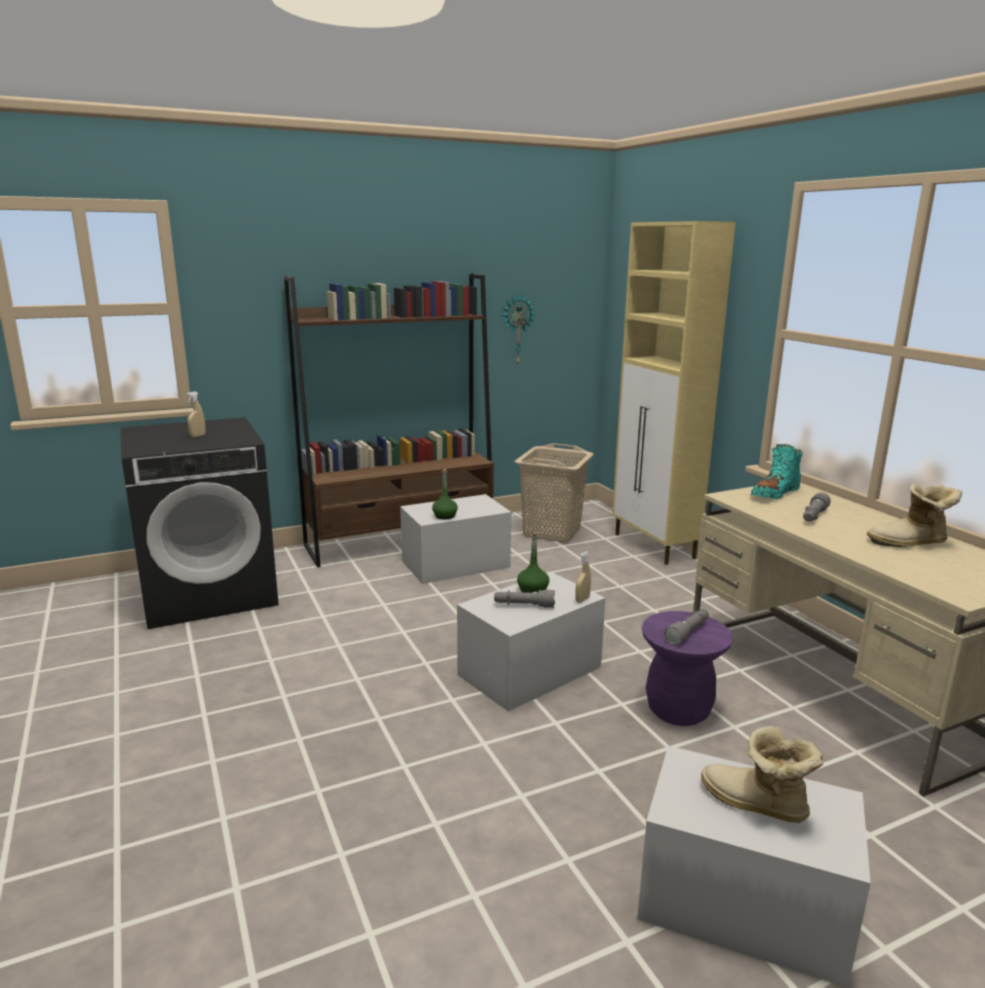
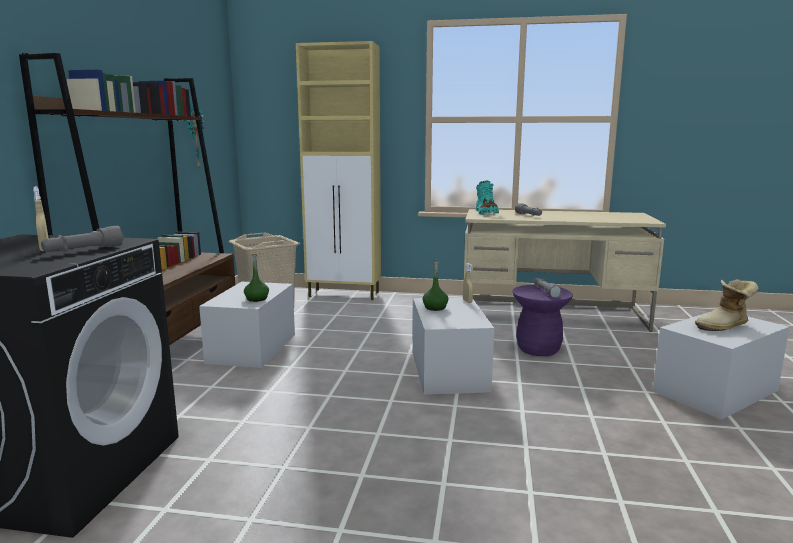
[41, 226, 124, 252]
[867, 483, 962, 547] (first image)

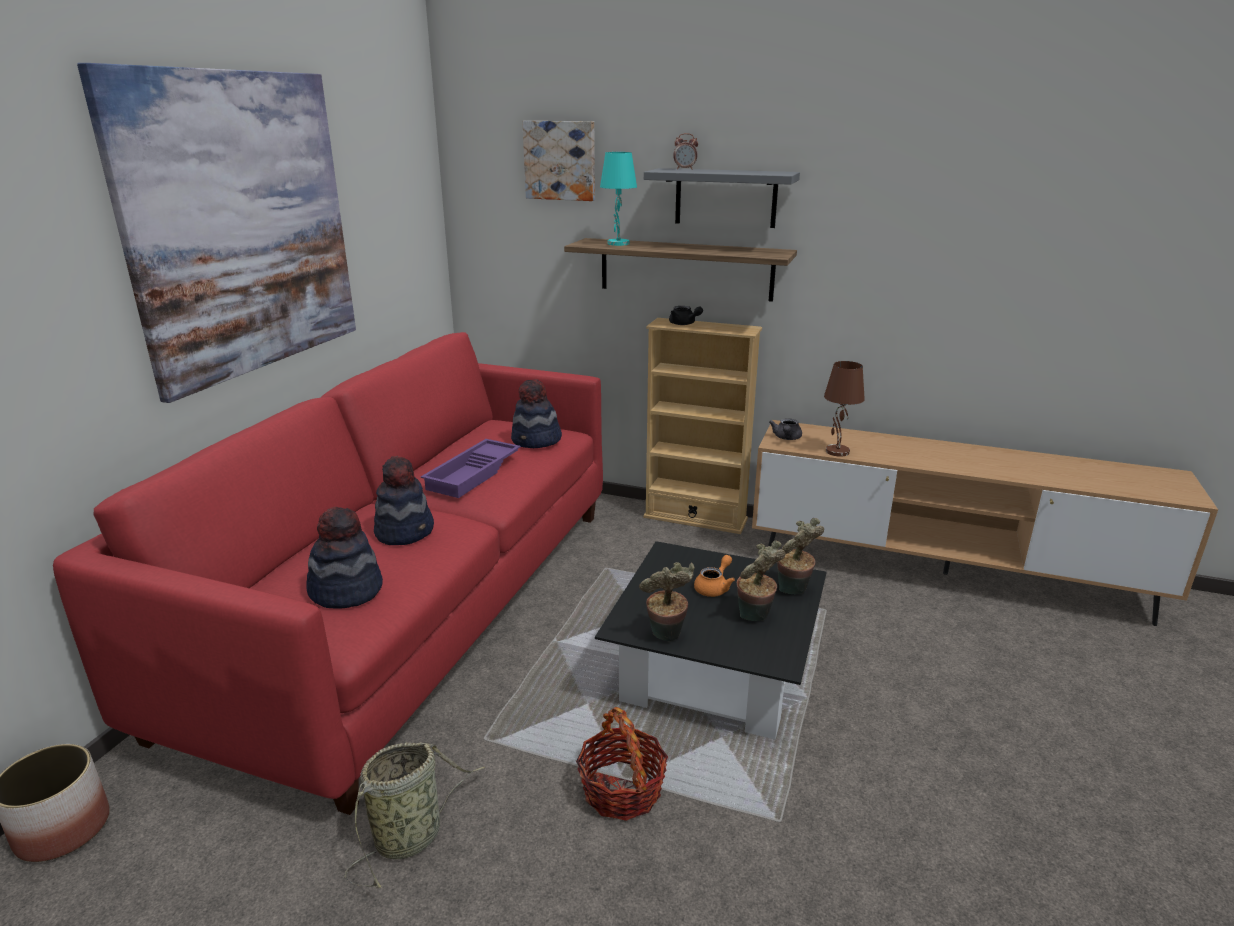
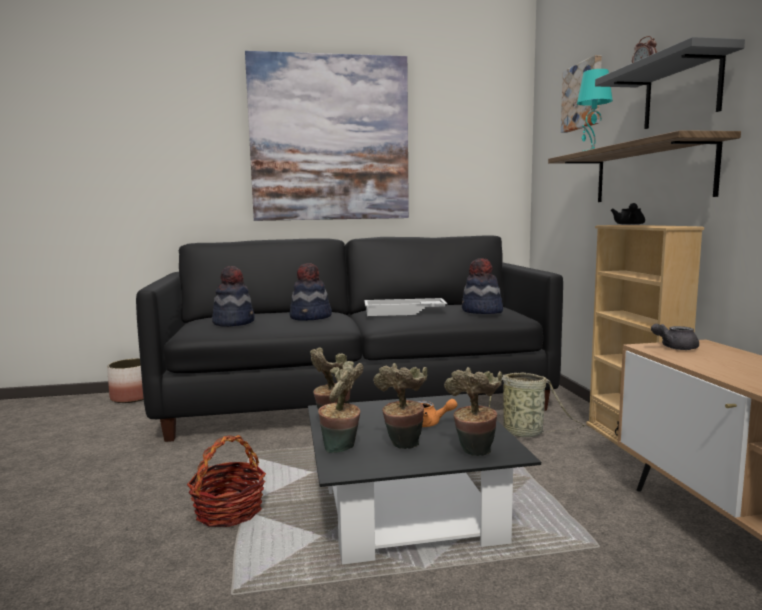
[136, 236, 563, 442]
[489, 373, 585, 437]
[364, 298, 447, 316]
[824, 361, 865, 457] (first image)
[318, 361, 363, 453]

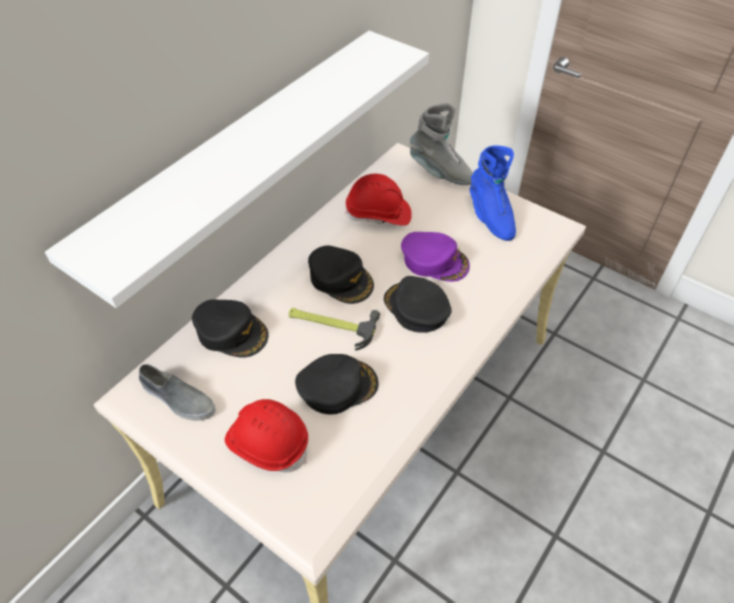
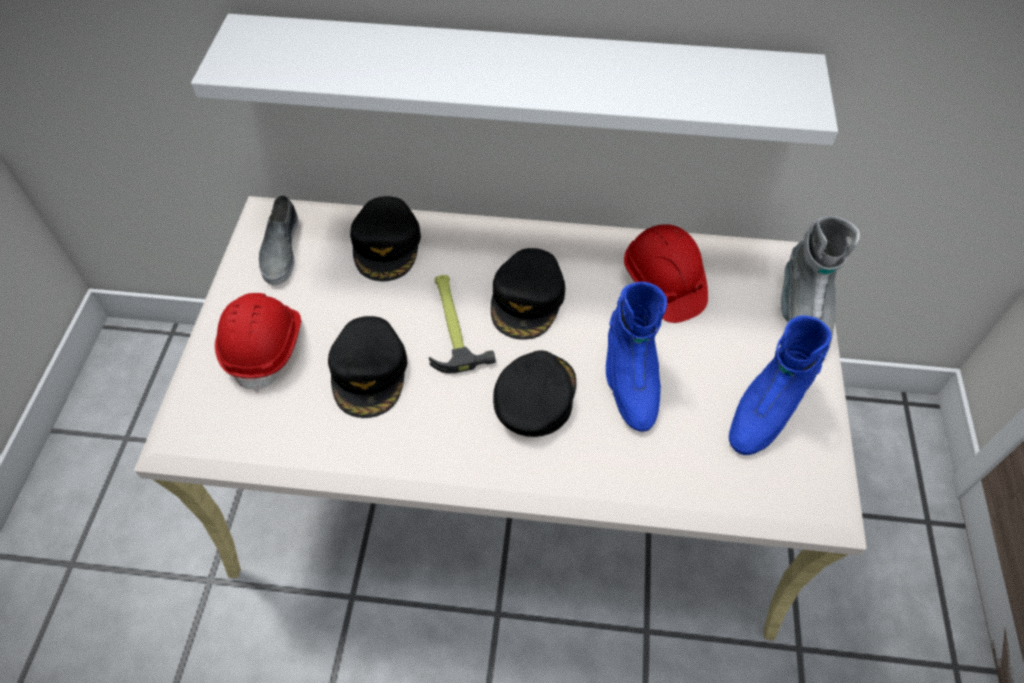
[328, 316, 407, 418]
[606, 282, 667, 432]

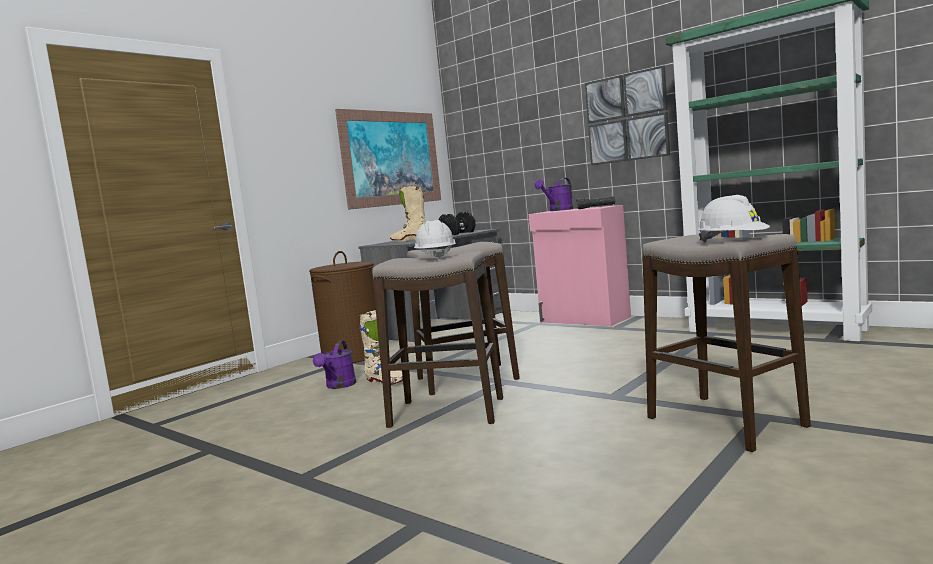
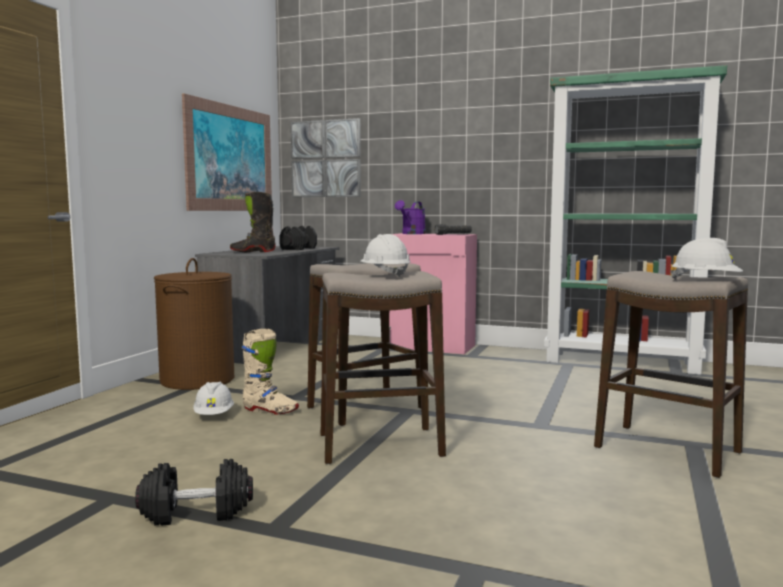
[193, 382, 234, 415]
[230, 192, 276, 252]
[291, 118, 361, 197]
[135, 459, 253, 526]

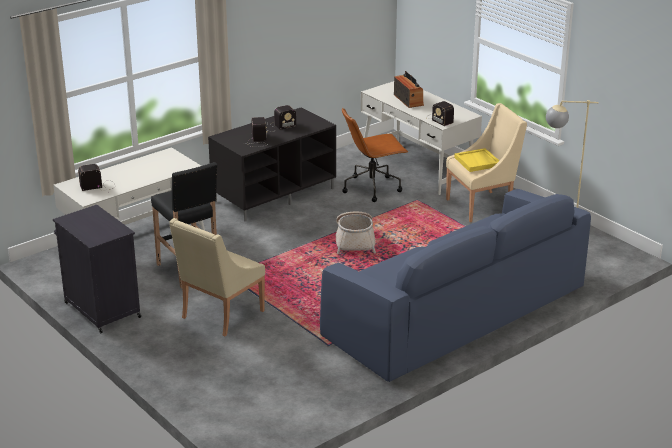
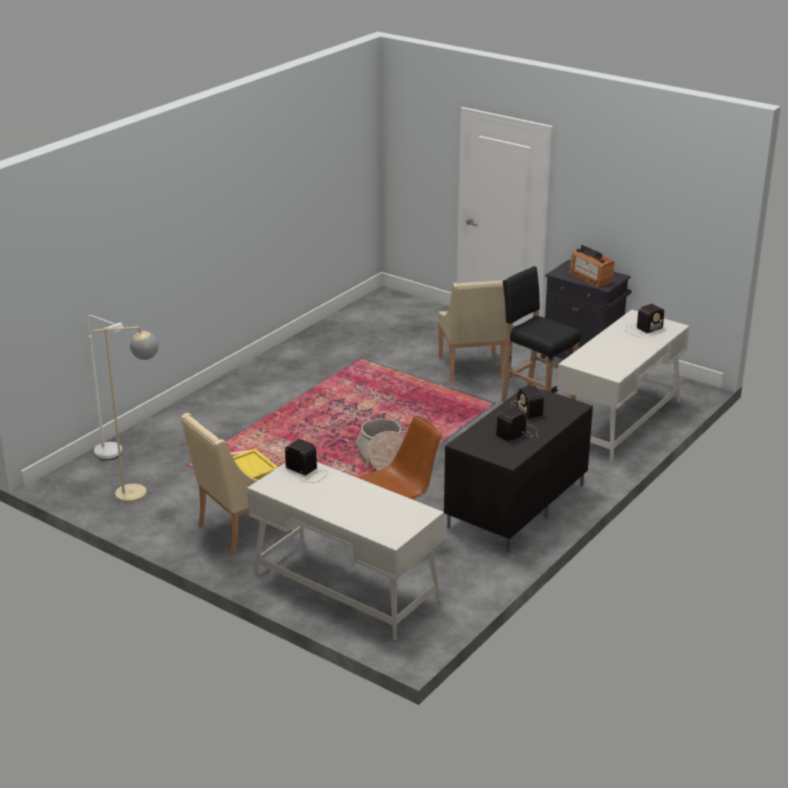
[438, 280, 507, 383]
[320, 189, 591, 382] (first image)
[569, 245, 615, 287]
[87, 315, 123, 460]

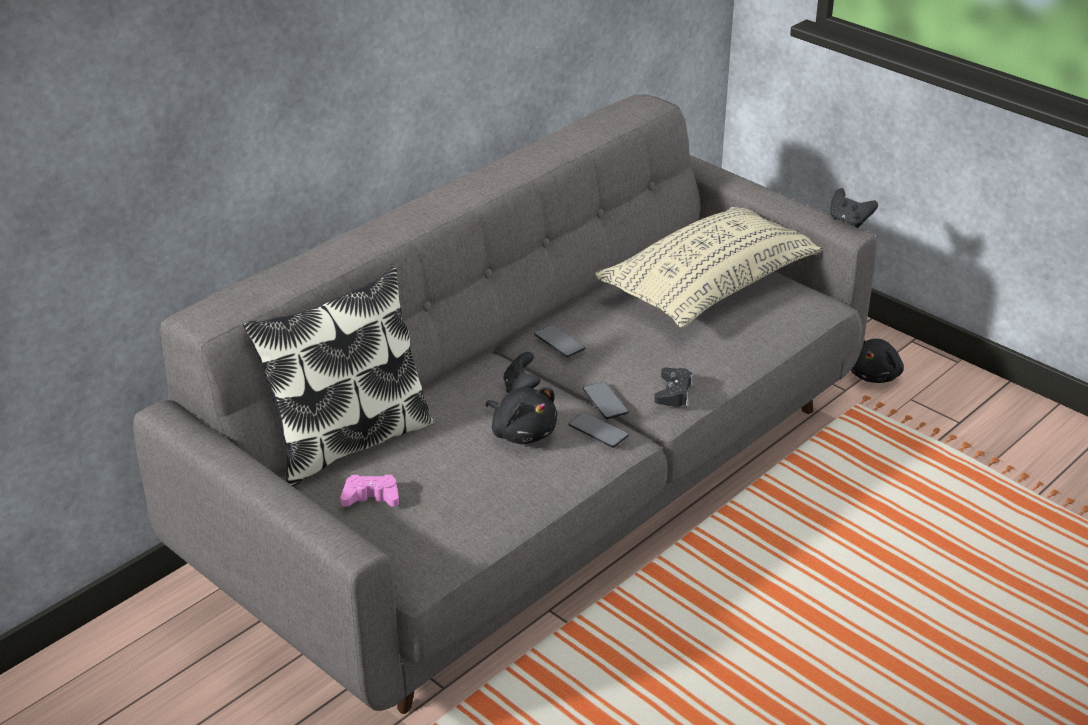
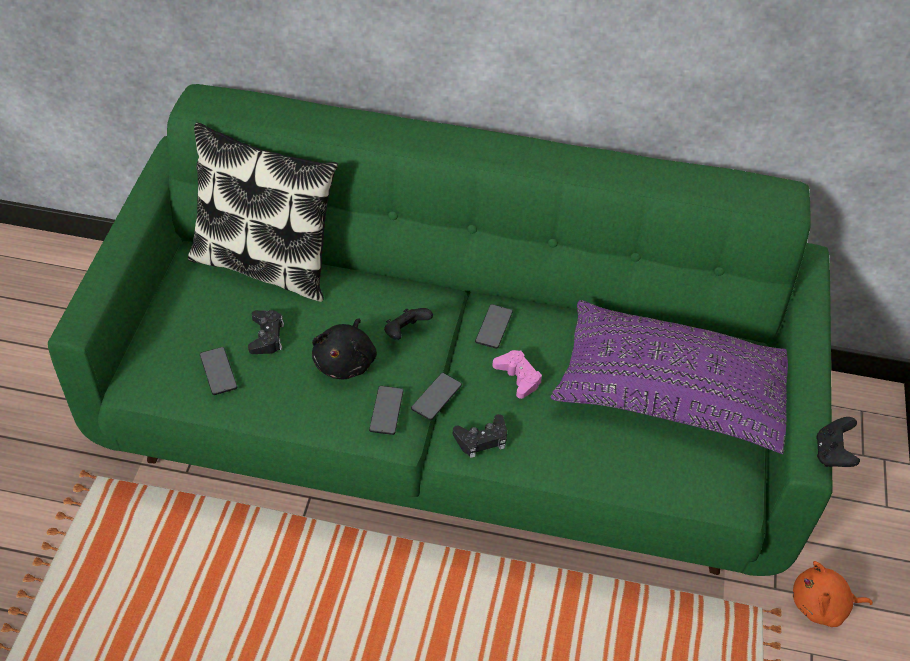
[48, 84, 833, 576]
[492, 350, 542, 399]
[551, 300, 788, 454]
[793, 561, 873, 627]
[200, 347, 237, 395]
[248, 310, 284, 354]

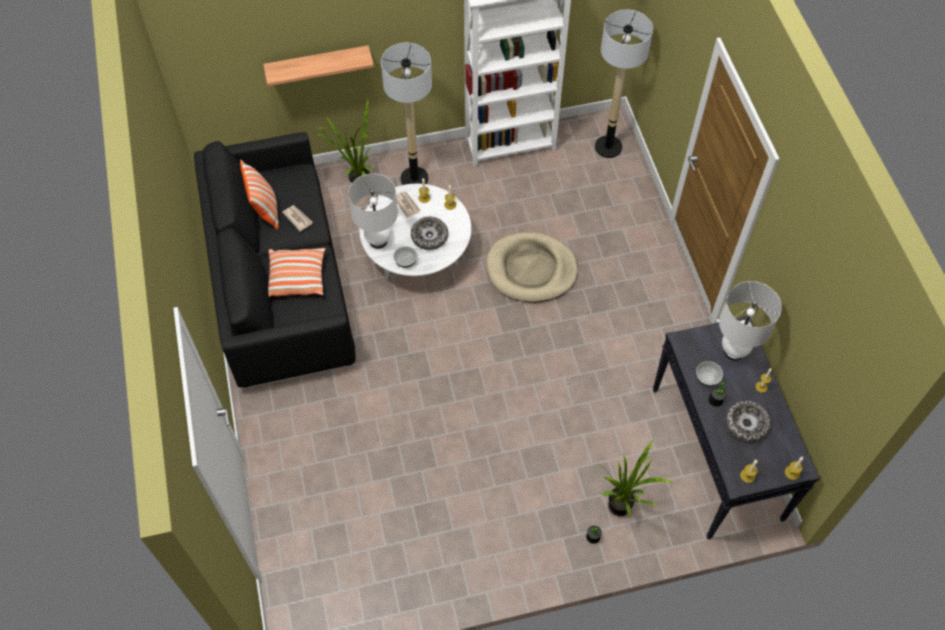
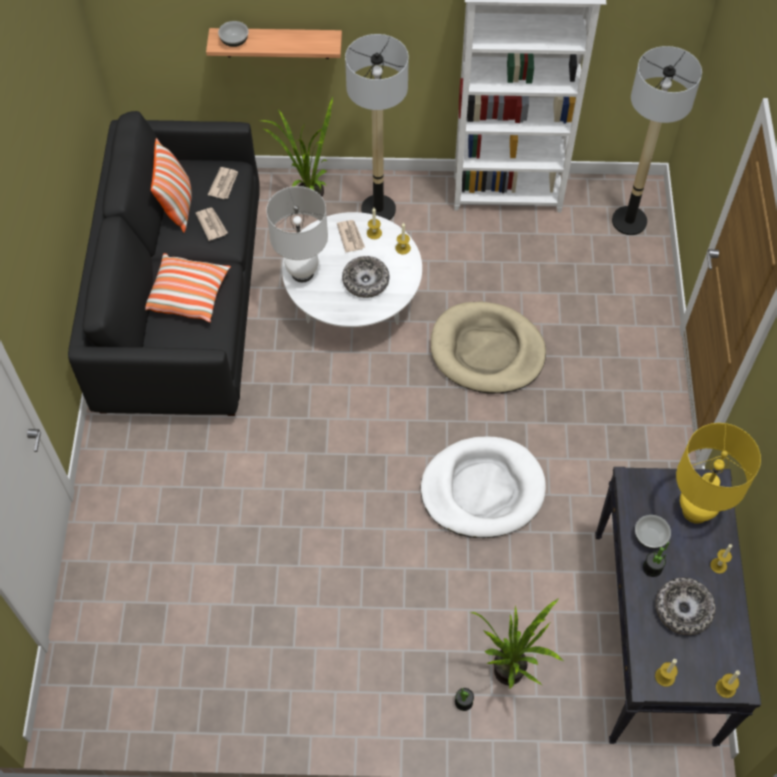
[218, 21, 249, 47]
[676, 423, 761, 524]
[208, 167, 238, 199]
[421, 437, 546, 538]

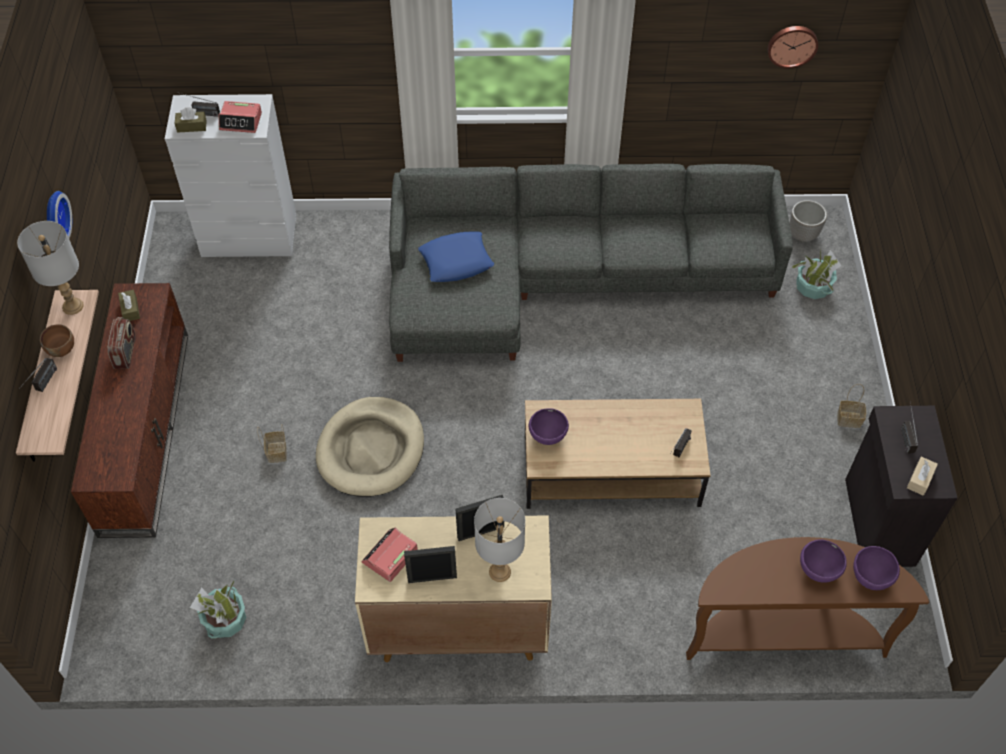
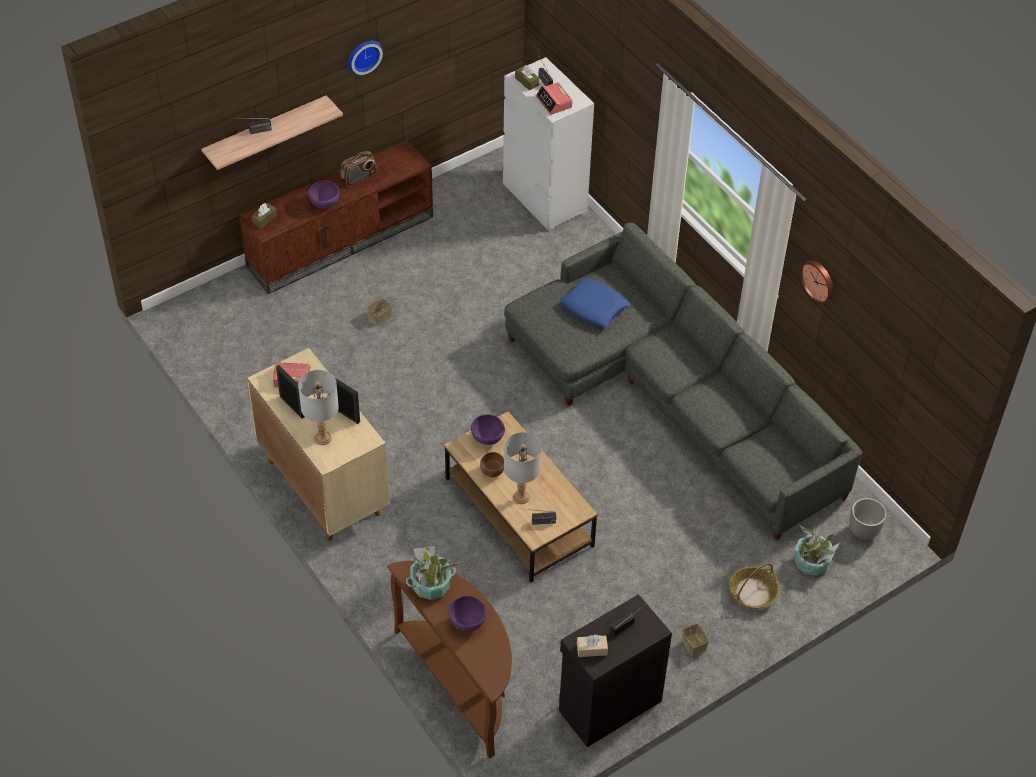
[504, 432, 542, 504]
[480, 452, 504, 477]
[251, 203, 277, 228]
[406, 546, 460, 600]
[316, 397, 424, 497] (first image)
[799, 260, 834, 304]
[308, 181, 340, 209]
[729, 563, 779, 609]

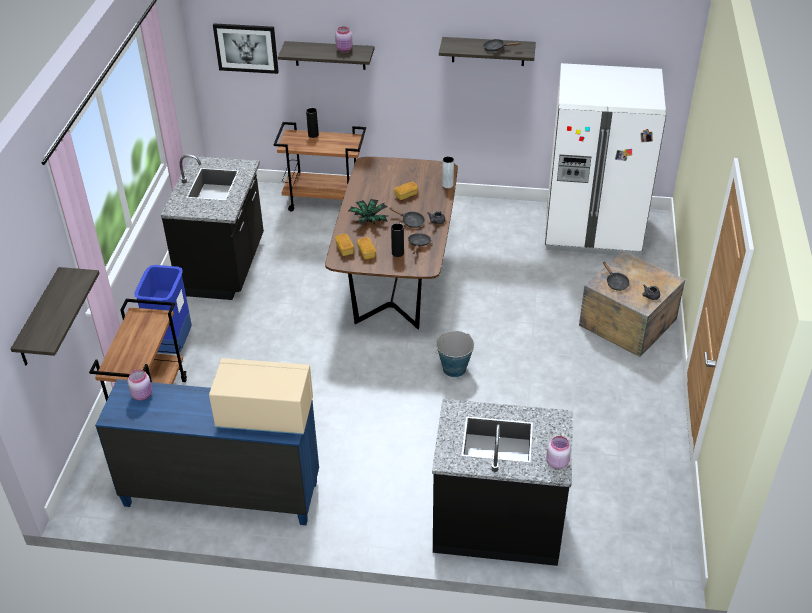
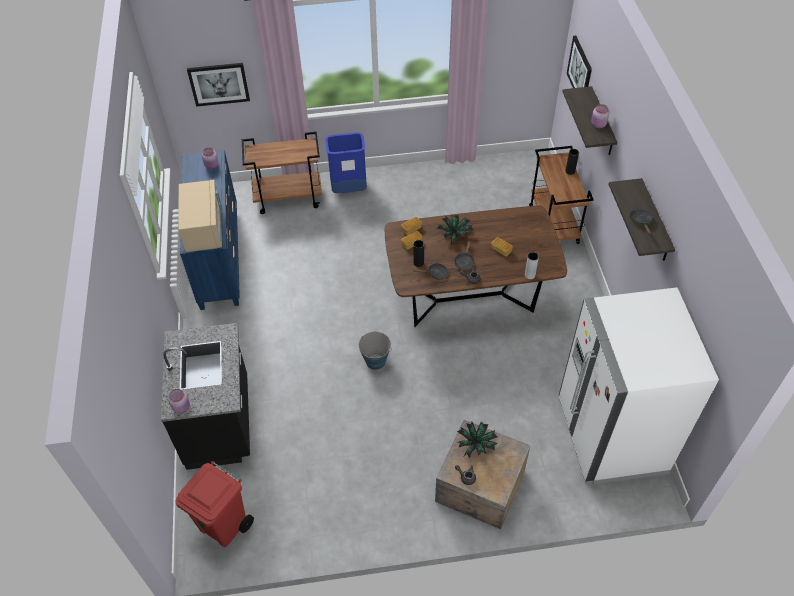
[187, 63, 250, 107]
[161, 155, 264, 300] (first image)
[456, 422, 498, 458]
[176, 461, 254, 547]

